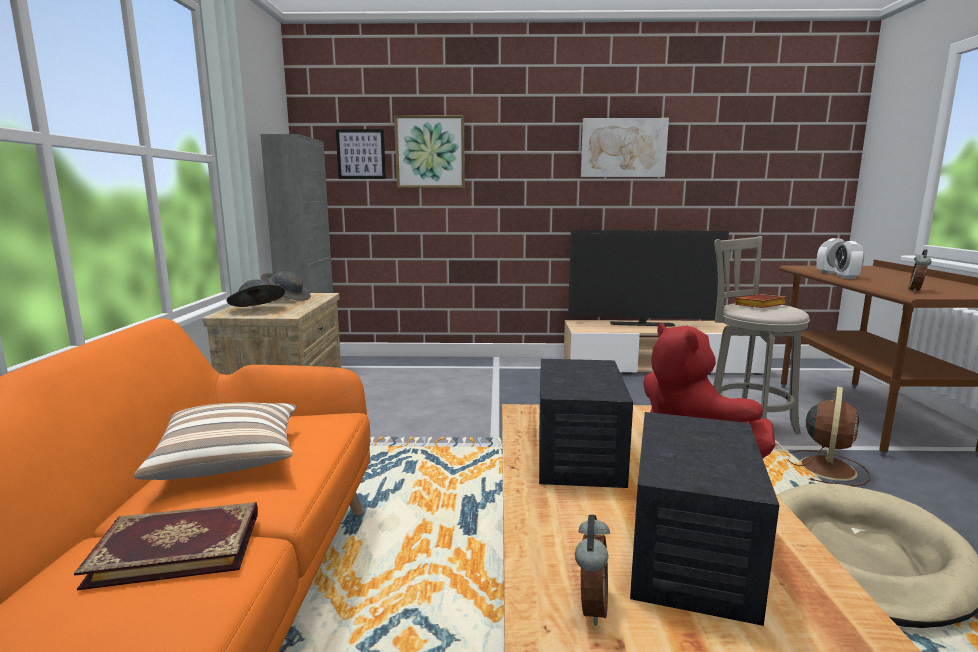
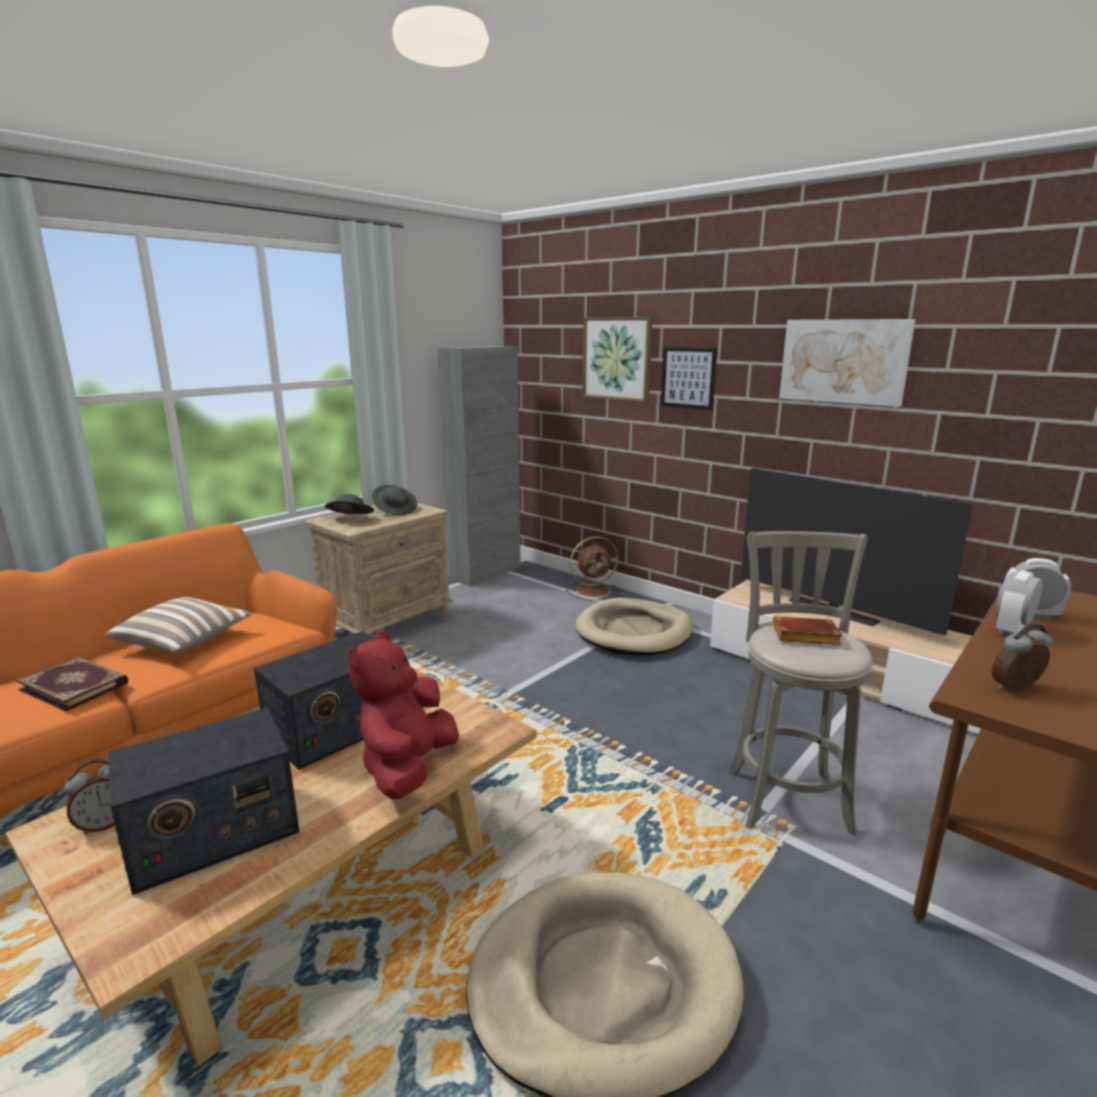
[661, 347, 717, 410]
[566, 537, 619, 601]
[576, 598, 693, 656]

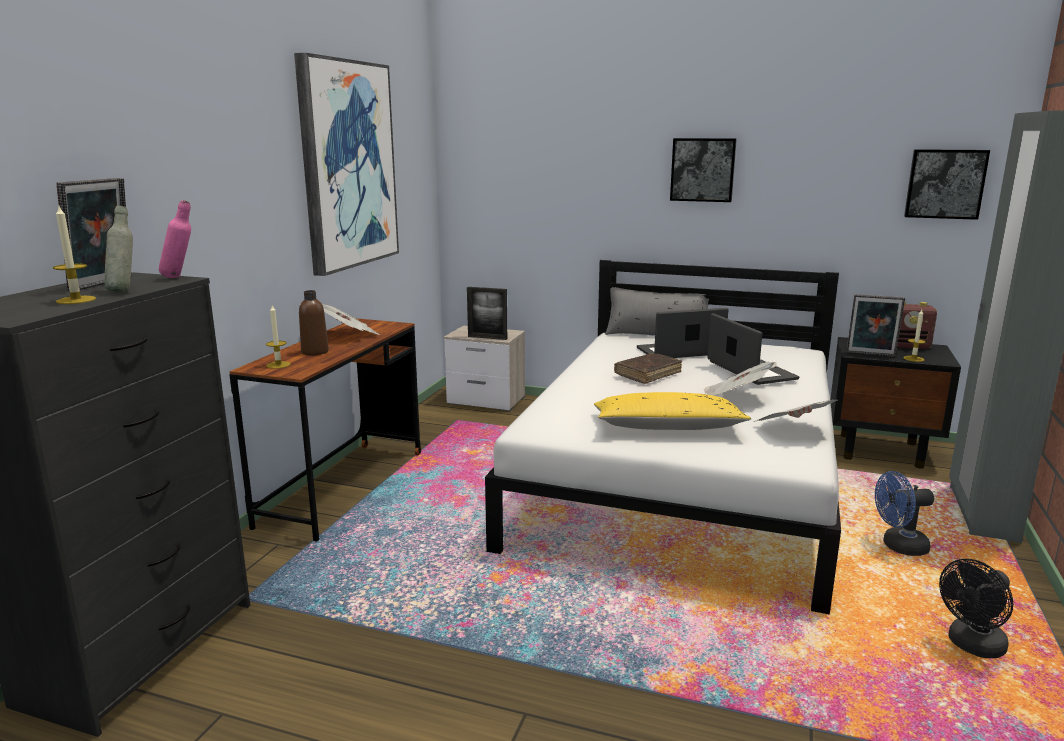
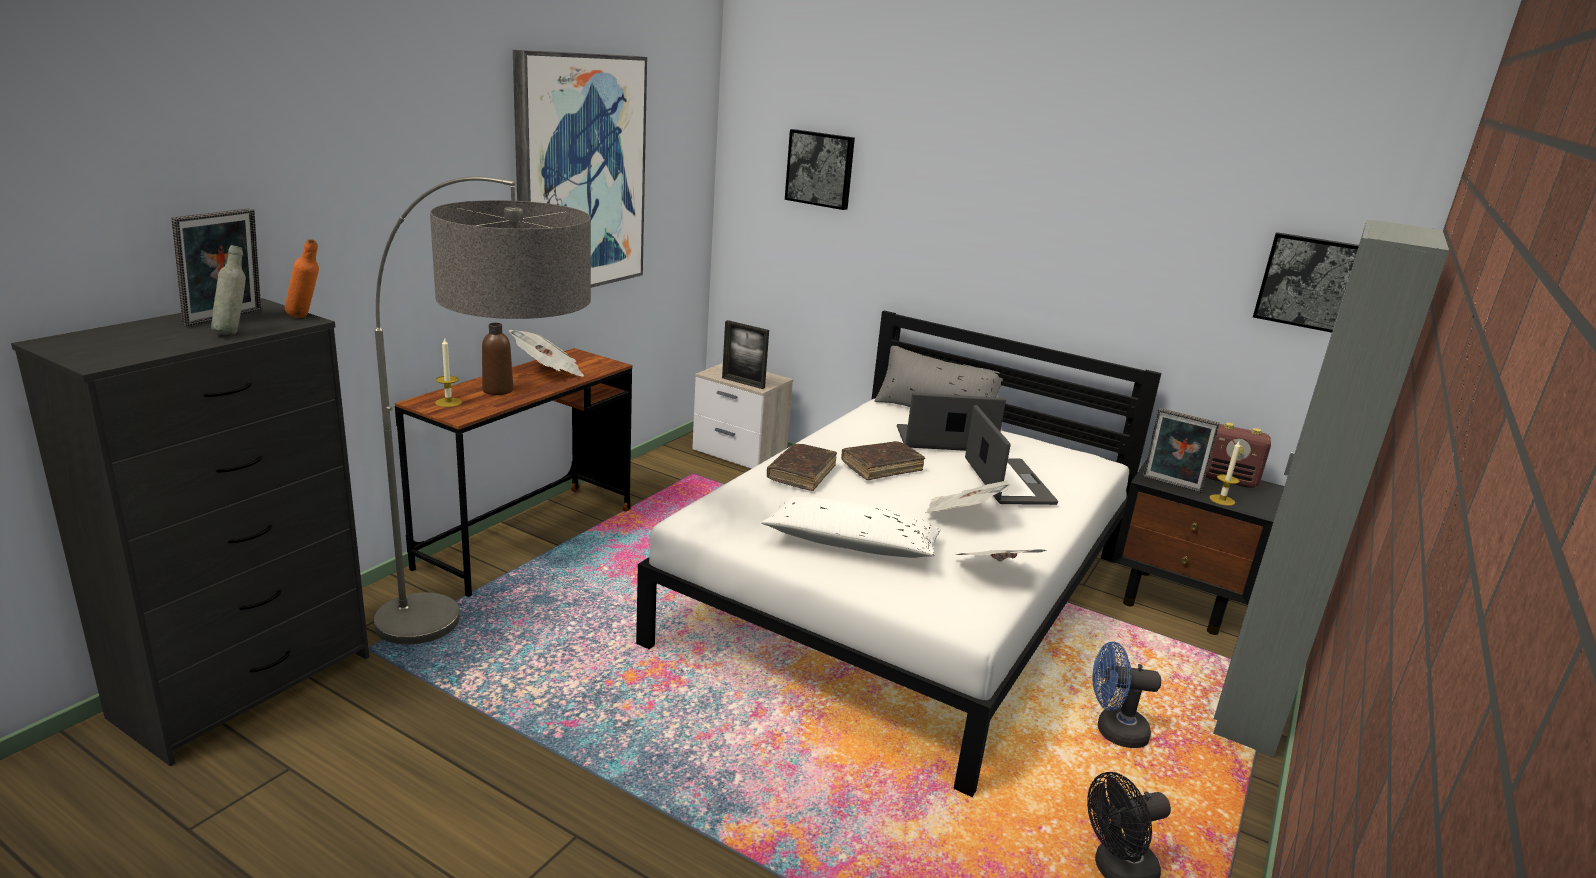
[53, 204, 96, 304] (first image)
[285, 239, 319, 318]
[761, 497, 941, 558]
[785, 129, 855, 210]
[374, 176, 591, 645]
[767, 444, 837, 491]

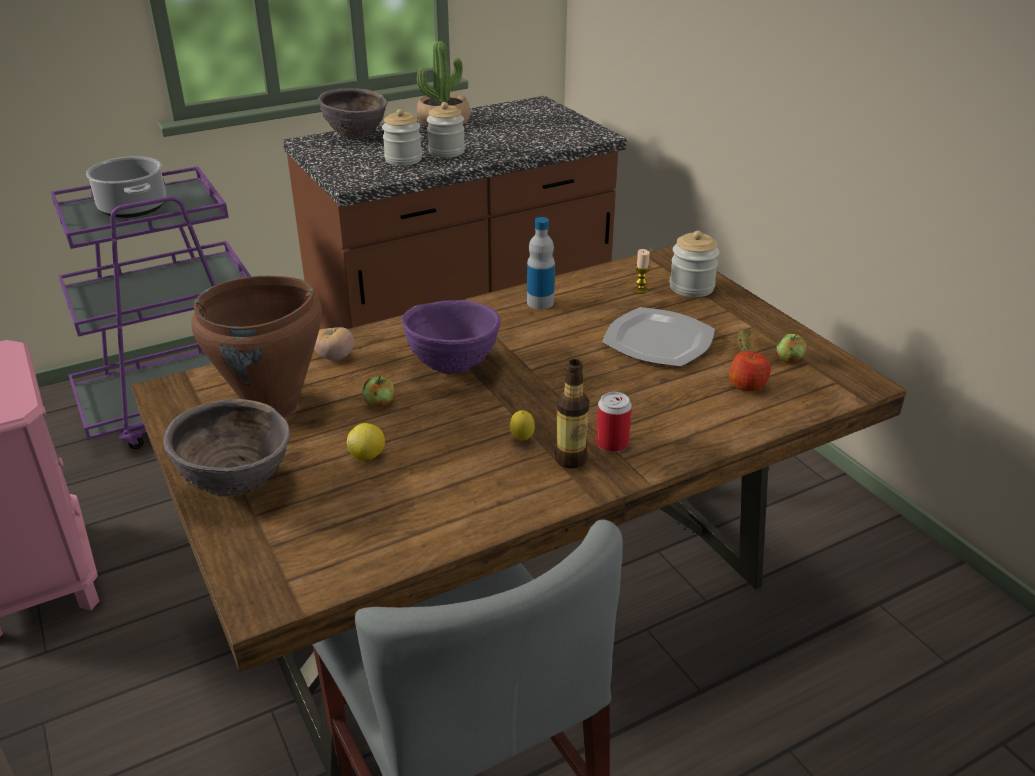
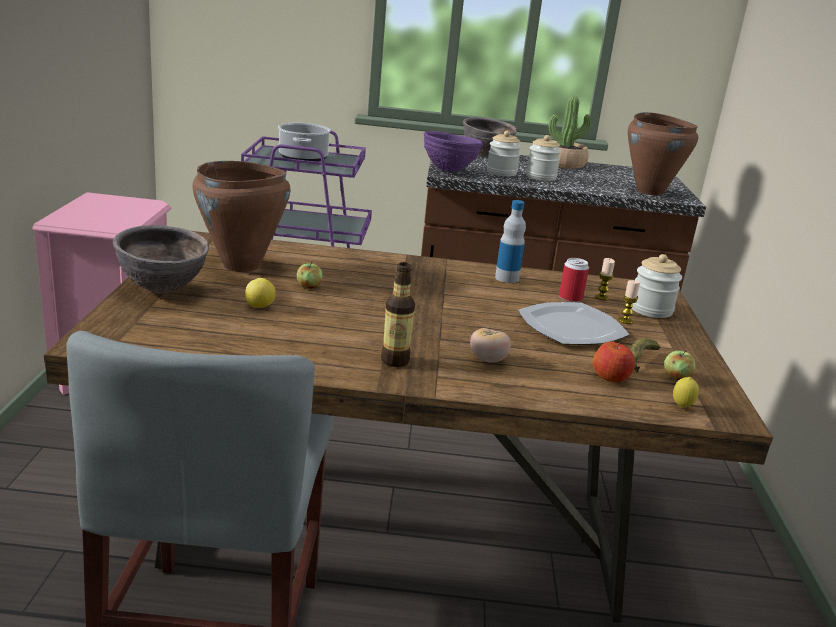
[470, 328, 511, 362]
[424, 131, 483, 172]
[673, 377, 699, 408]
[559, 258, 589, 302]
[618, 280, 640, 324]
[628, 112, 698, 195]

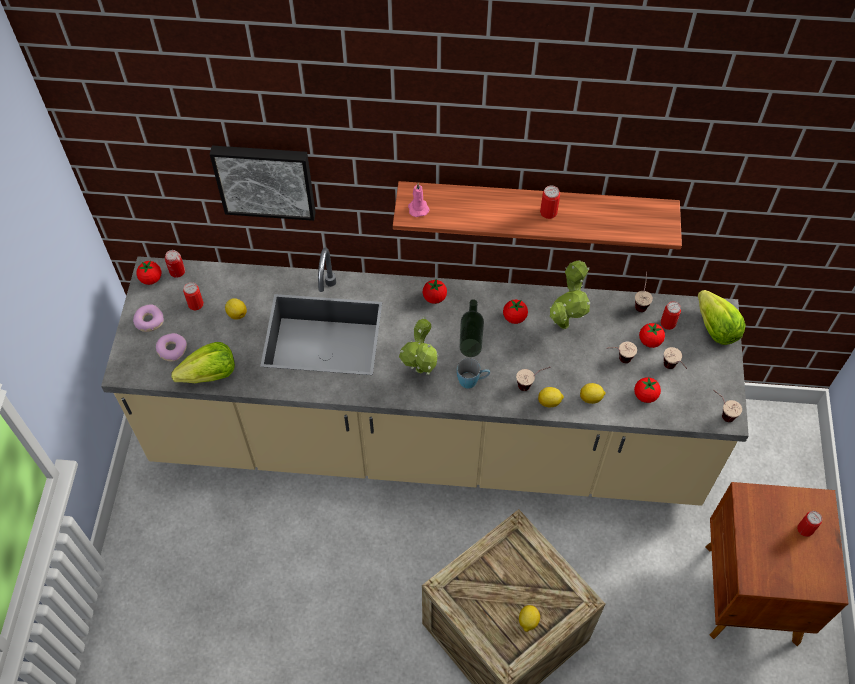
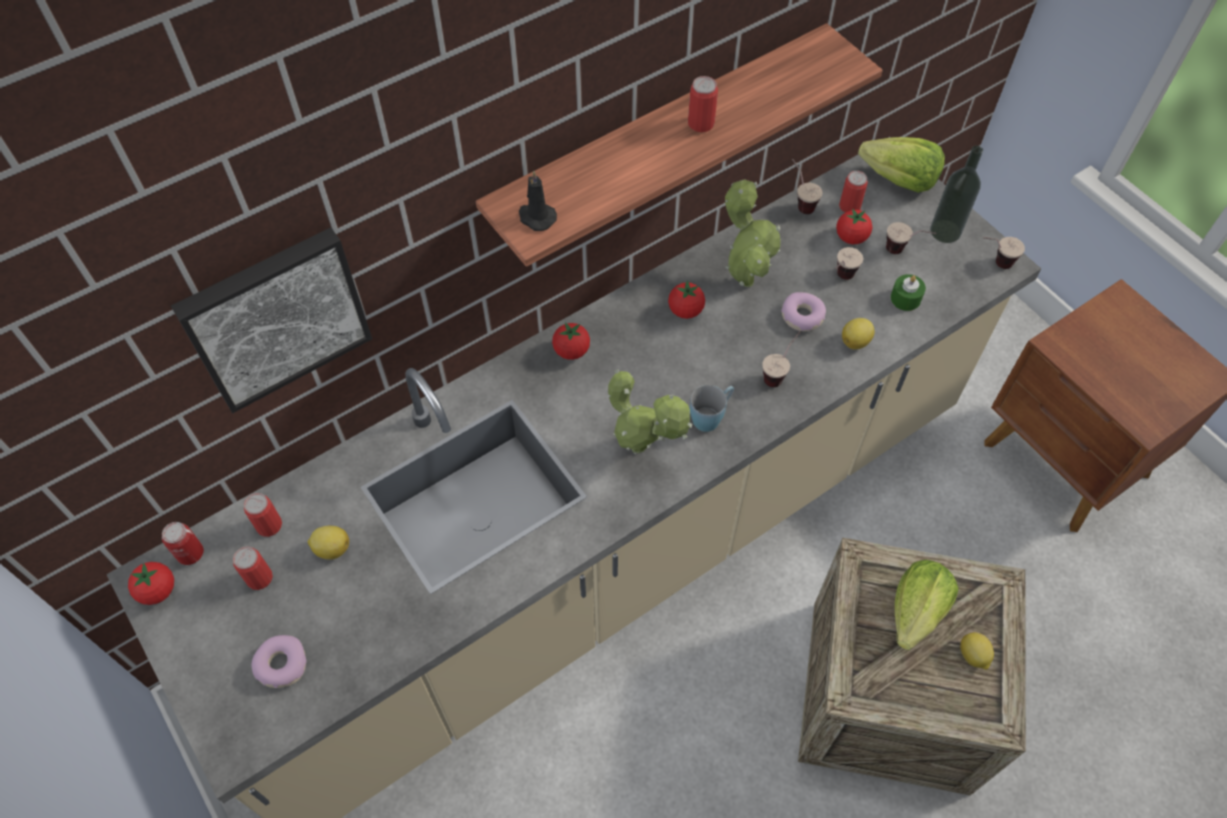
[781, 292, 826, 331]
[895, 560, 959, 650]
[519, 170, 557, 231]
[930, 145, 983, 243]
[538, 387, 564, 407] (first image)
[890, 274, 926, 311]
[244, 493, 282, 537]

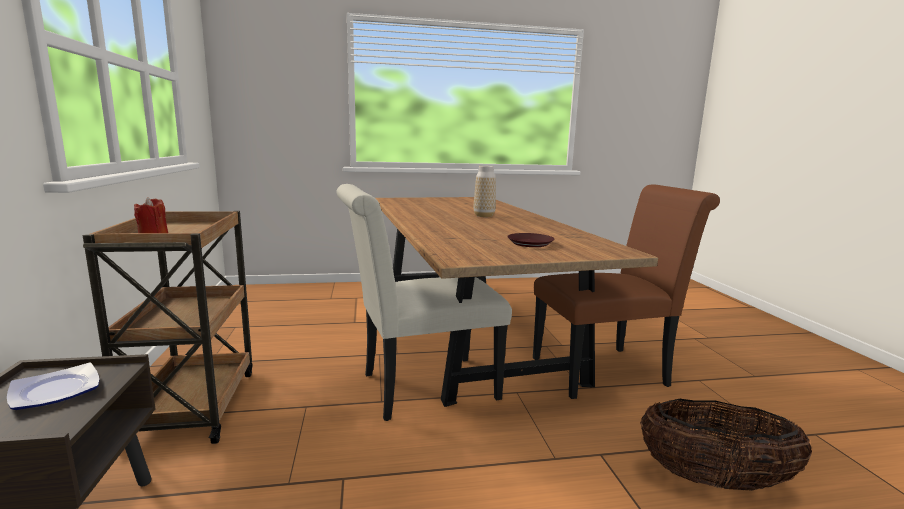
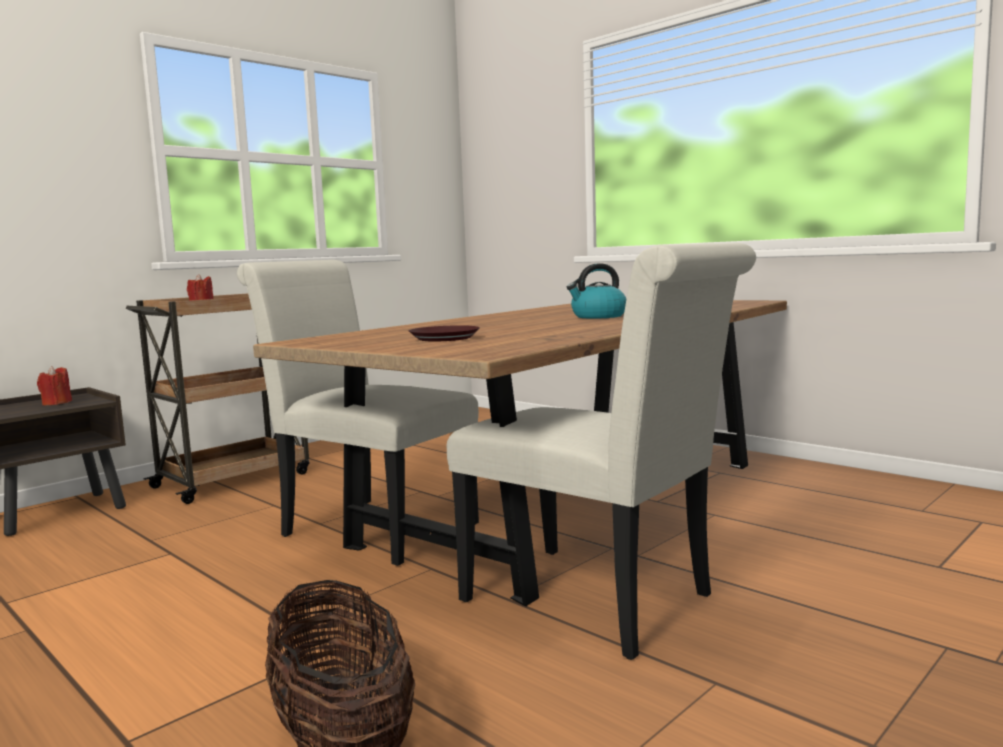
[37, 366, 72, 405]
[567, 264, 626, 319]
[446, 243, 756, 660]

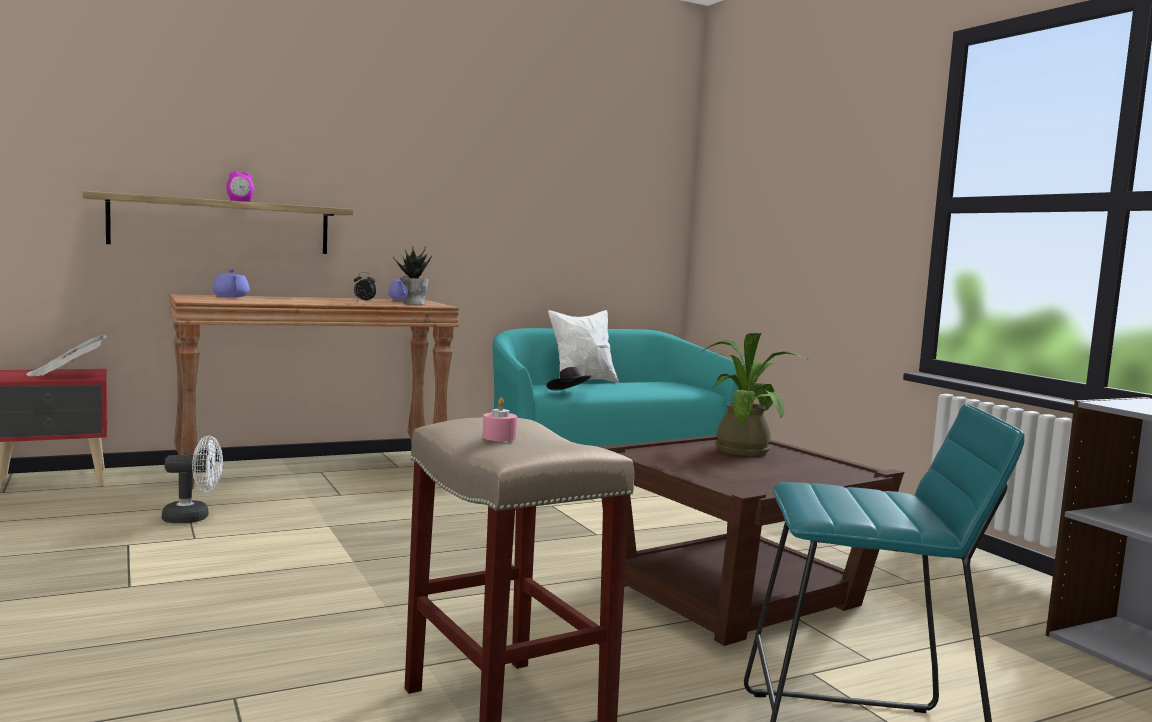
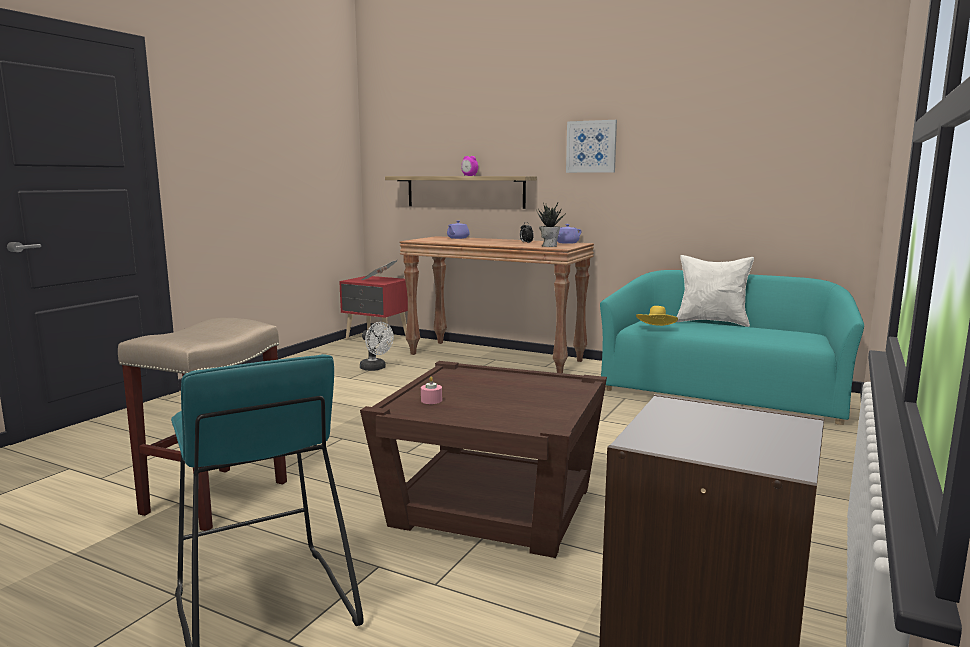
[421, 376, 442, 404]
[636, 306, 678, 326]
[701, 333, 809, 456] (first image)
[566, 120, 617, 173]

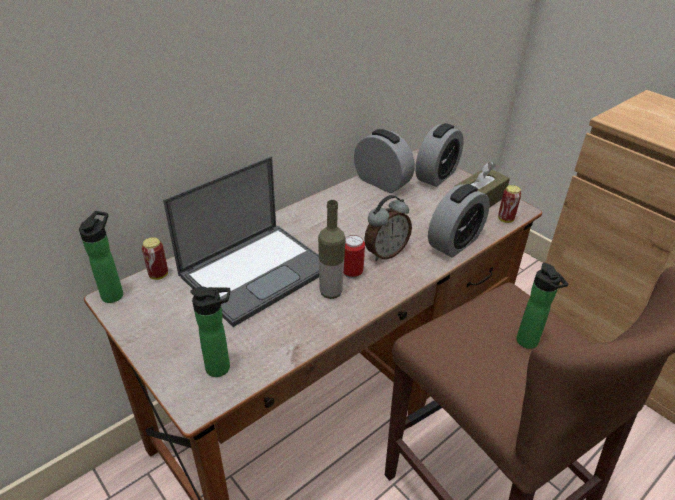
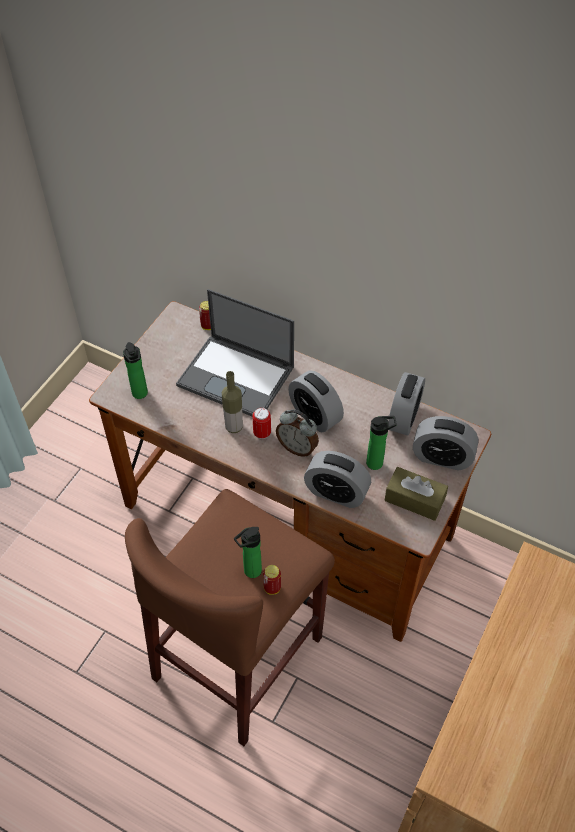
[366, 416, 397, 470]
[263, 565, 281, 595]
[288, 370, 344, 432]

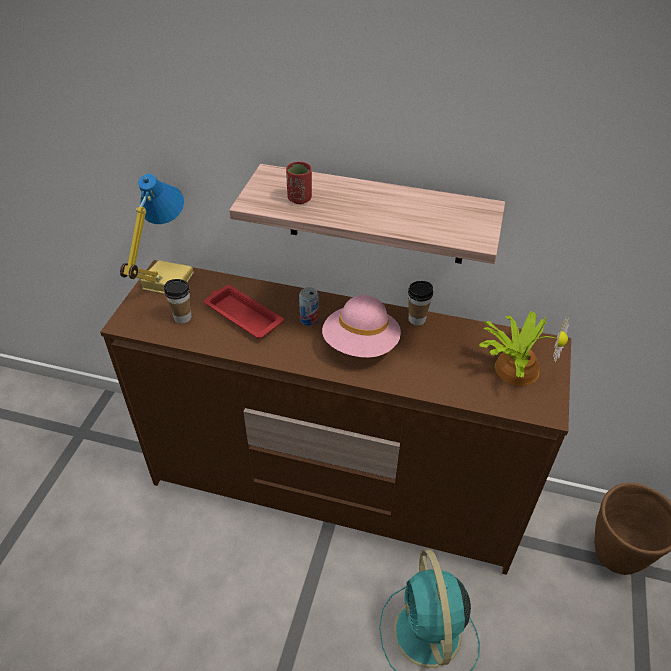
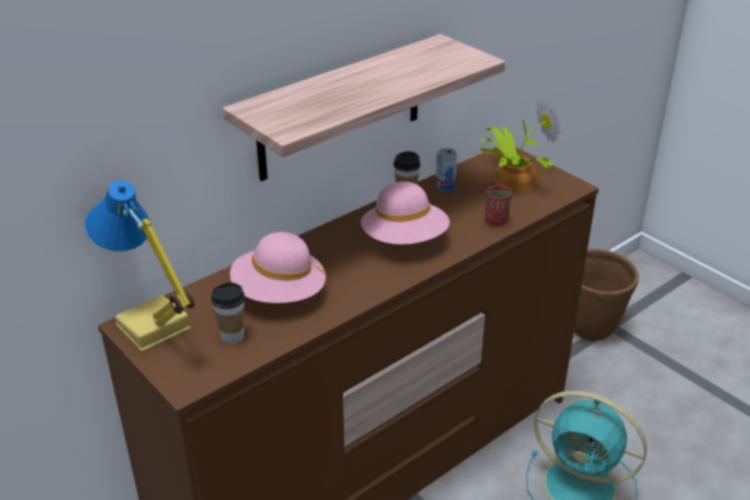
[230, 232, 327, 303]
[484, 185, 512, 226]
[435, 148, 457, 191]

